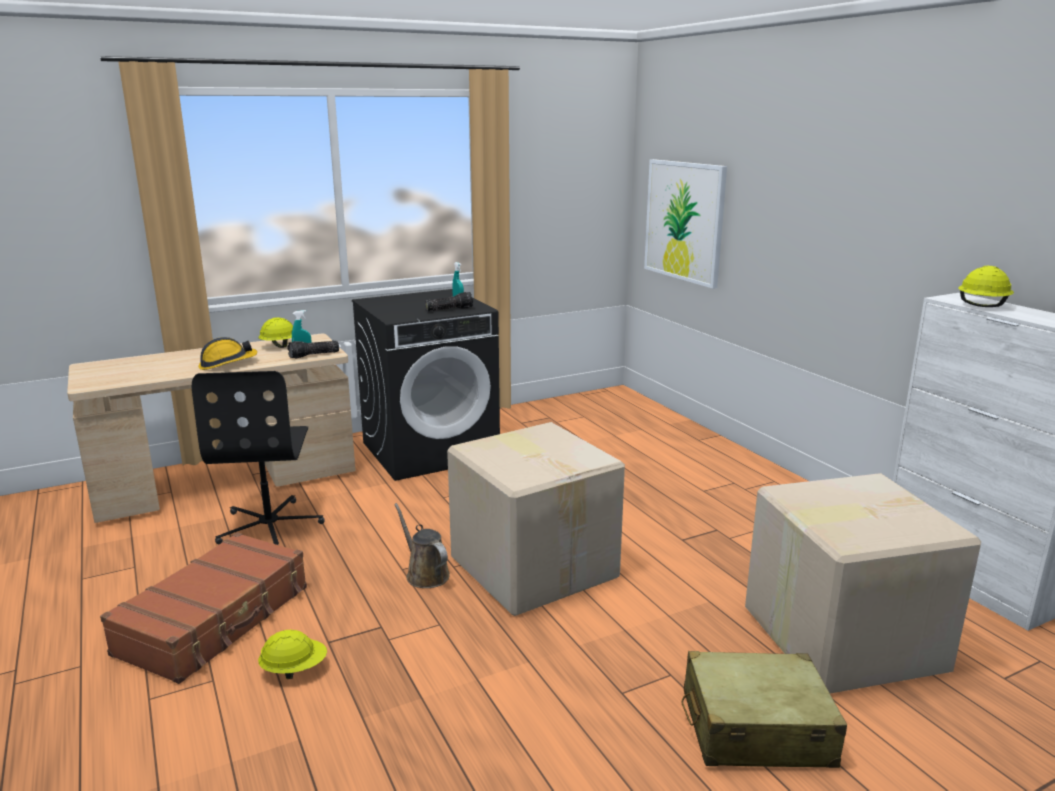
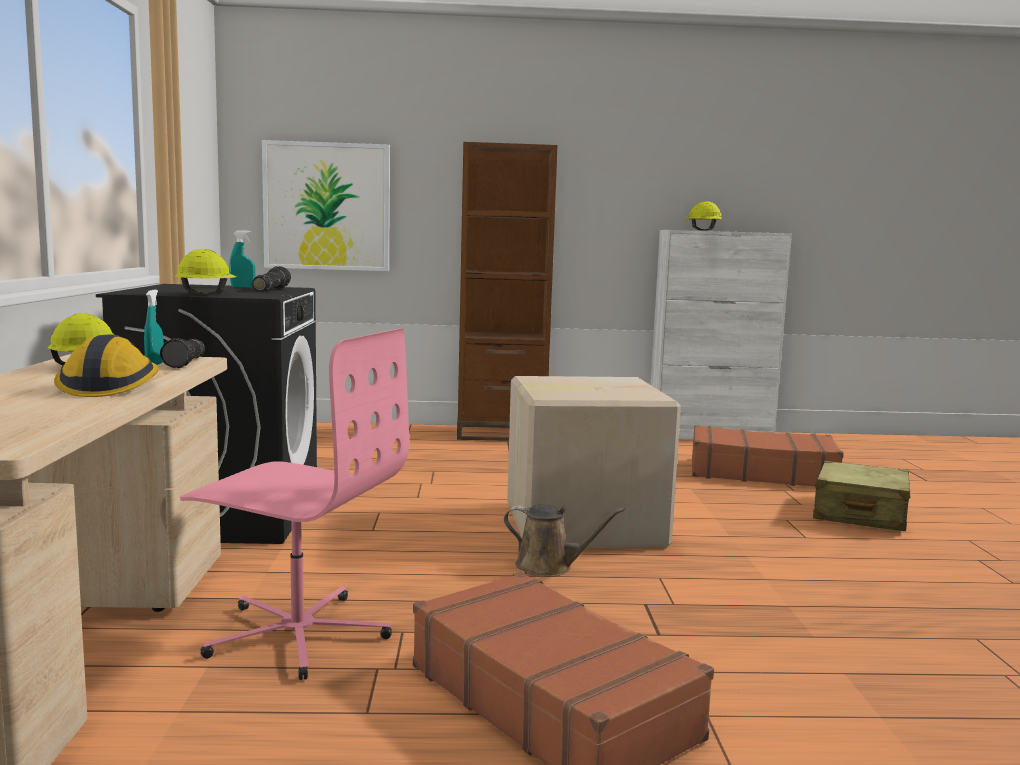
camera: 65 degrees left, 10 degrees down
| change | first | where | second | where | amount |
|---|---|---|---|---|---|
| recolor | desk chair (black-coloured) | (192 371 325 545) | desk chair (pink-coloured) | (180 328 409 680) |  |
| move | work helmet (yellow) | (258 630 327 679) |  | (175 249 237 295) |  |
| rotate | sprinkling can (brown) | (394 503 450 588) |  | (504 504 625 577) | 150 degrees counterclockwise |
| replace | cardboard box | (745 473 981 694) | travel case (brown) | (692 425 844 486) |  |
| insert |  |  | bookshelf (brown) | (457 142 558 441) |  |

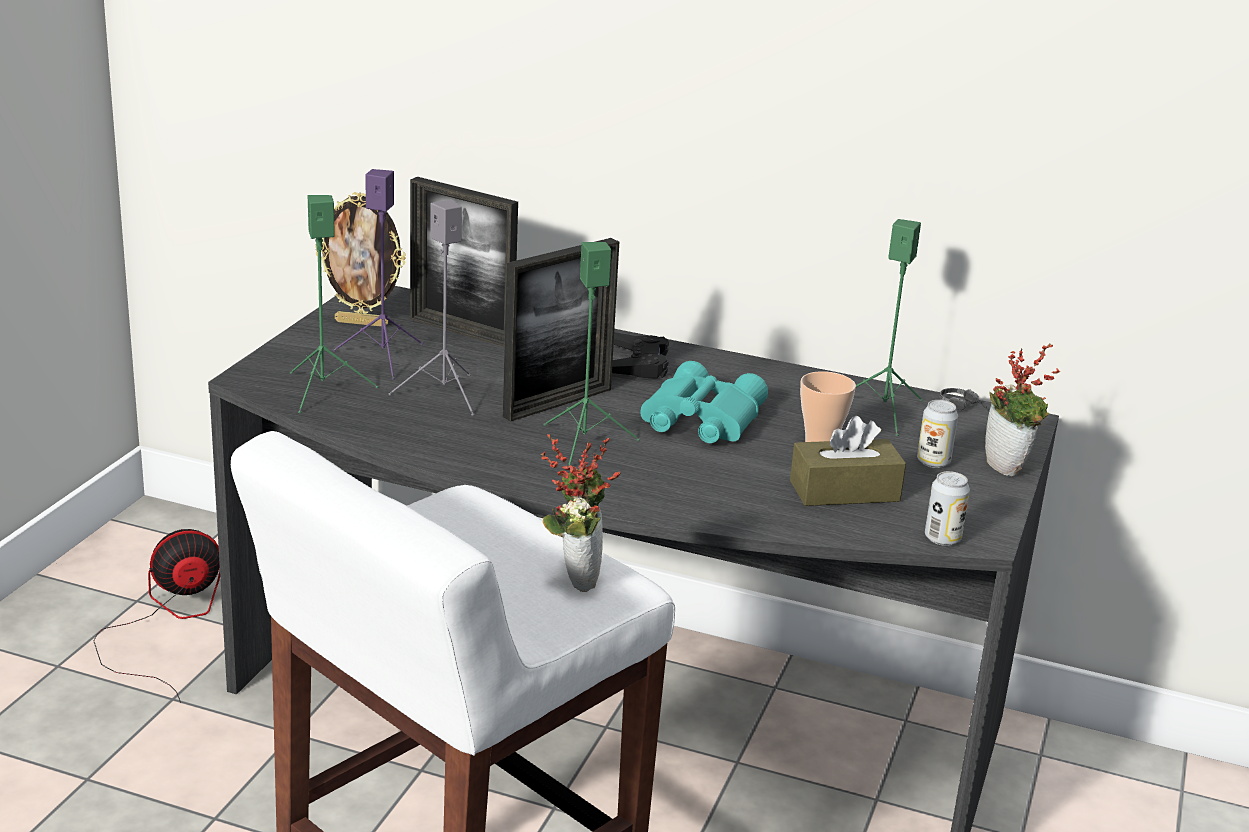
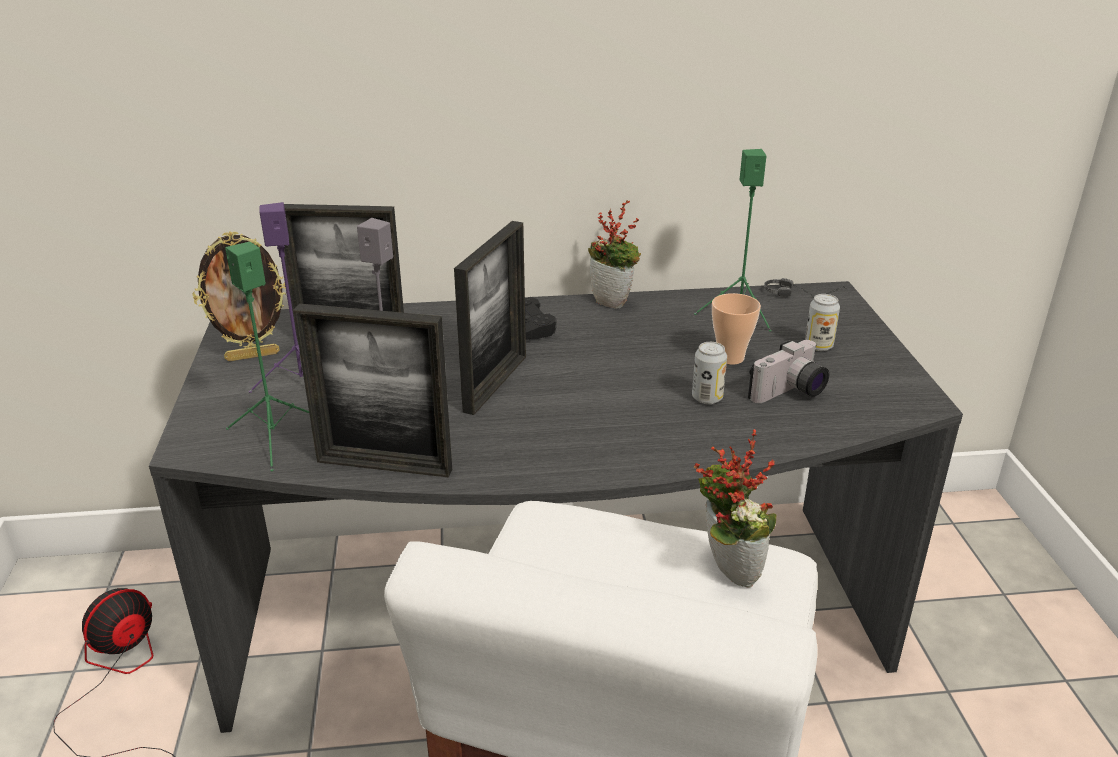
camera: 25 degrees left, 5 degrees up
| change | first | where | second | where | amount |
|---|---|---|---|---|---|
| delete | speaker (greenish) | (544 242 640 466) |  |  |  |
| delete | binoculars (turquoise-coloured) | (641 361 768 443) |  |  |  |
| replace | box of tissues (brown) | (790 416 906 506) | still camera | (748 340 829 403) |  |
| move | metal can | (925 471 970 546) |  | (692 342 727 404) |  |
| move | plant in a pot | (985 343 1060 476) |  | (588 200 641 309) |  |
| insert |  |  | standing frame | (293 304 452 478) |  |

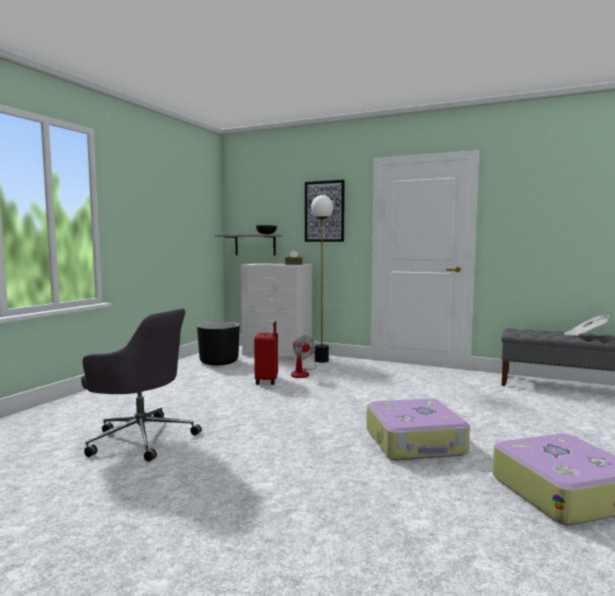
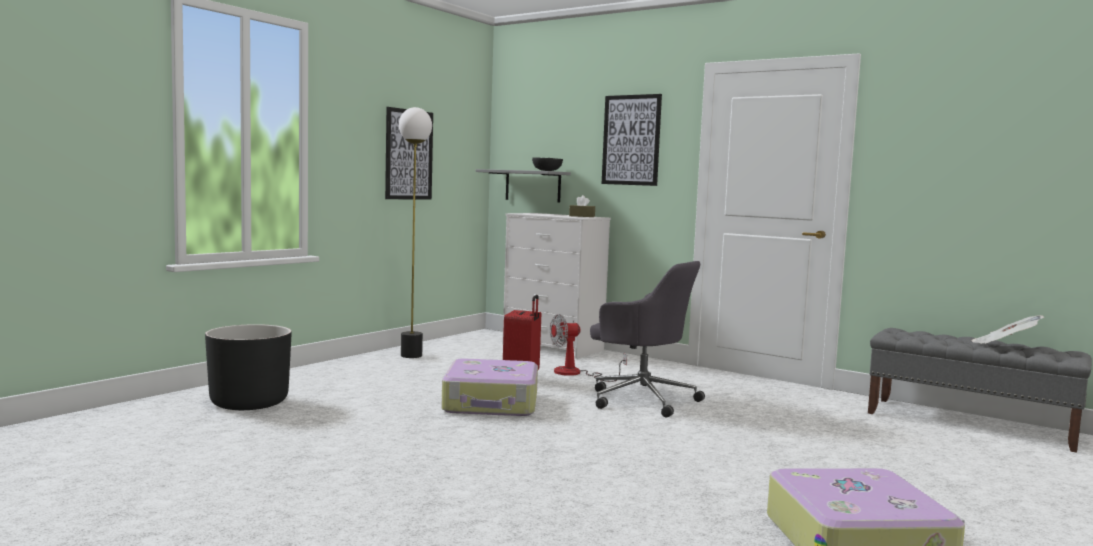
camera: 10 degrees right, 0 degrees up
| change | first | where | second | where | amount |
|---|---|---|---|---|---|
| move | desk chair (gray) | (81 308 202 462) |  | (590 261 705 418) |  |
| move | flower pot (black-coloured) | (197 322 240 365) |  | (205 324 292 410) |  |
| rotate | electric fan | (291 335 317 378) |  | (550 314 627 382) | 90 degrees clockwise |
| move | standing lamp | (311 195 333 363) |  | (399 107 432 358) |  |
| move | travel case | (366 399 470 460) |  | (442 358 538 416) |  |
| insert |  |  | wall picture | (385 107 433 200) |  |

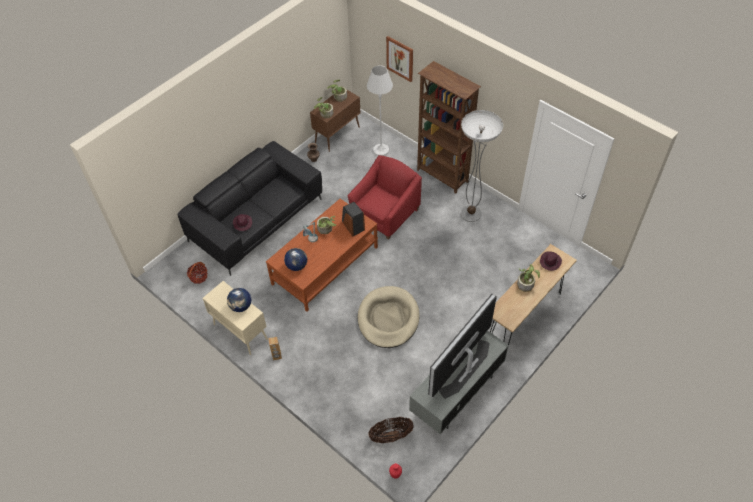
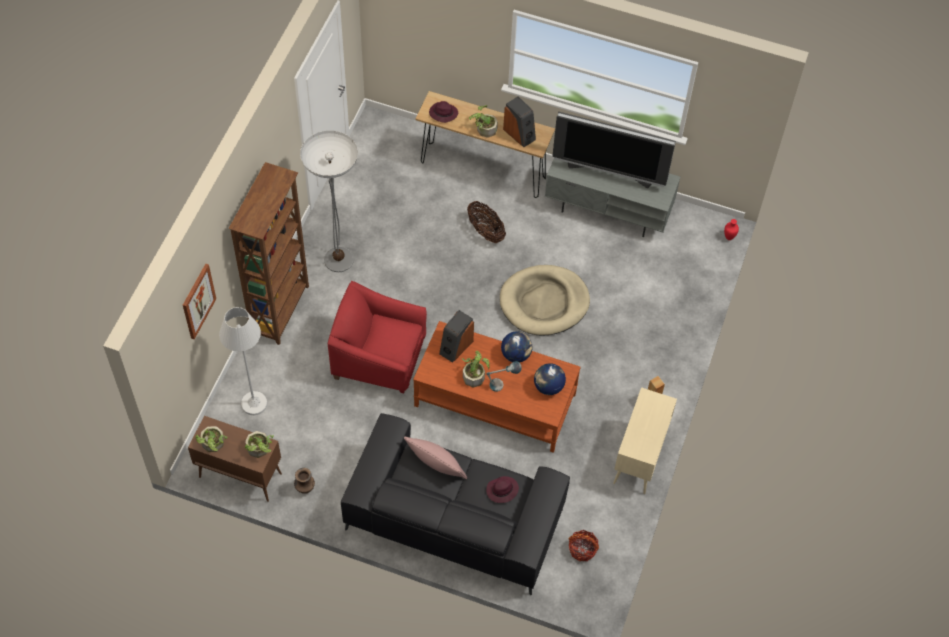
camera: 115 degrees left, 5 degrees up
| change | first | where | second | where | amount |
|---|---|---|---|---|---|
| move | globe | (227 288 251 312) |  | (501 331 533 363) |  |
| move | storage basket | (368 417 414 443) |  | (467 201 506 243) |  |
| insert |  |  | cushion (pink-coloured) | (404 437 467 479) |  |
| insert |  |  | speaker | (503 96 536 147) |  |

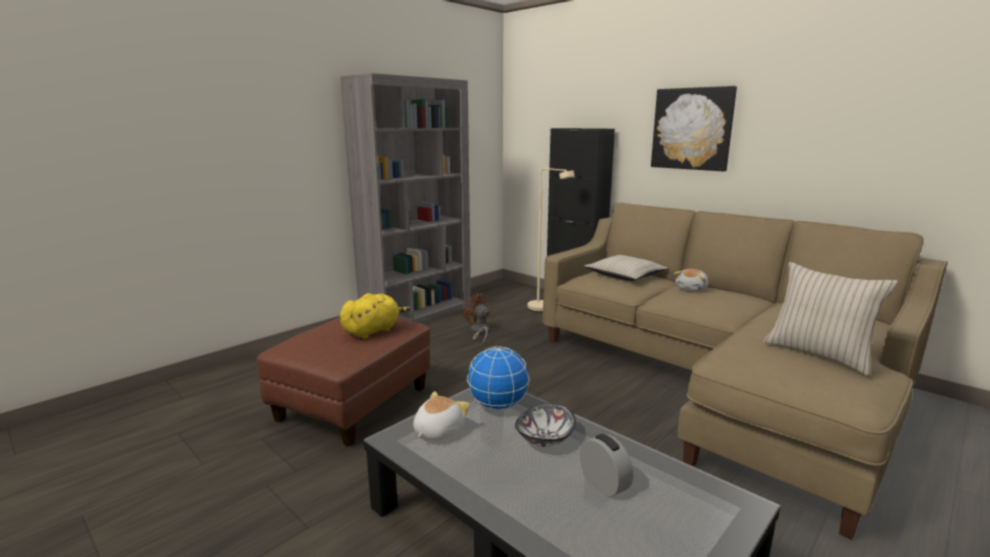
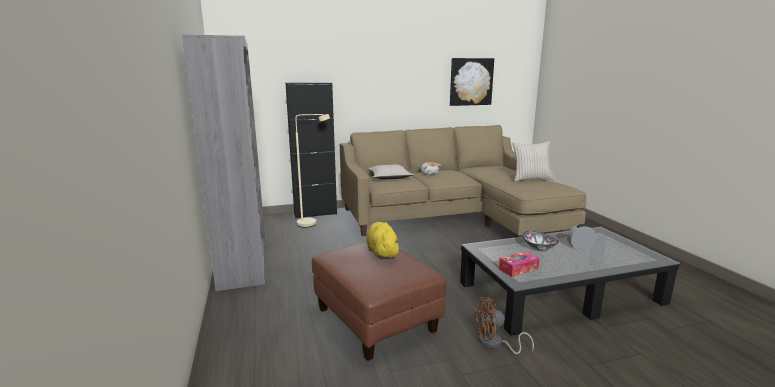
camera: 60 degrees left, 0 degrees up
| change | first | where | second | where | amount |
|---|---|---|---|---|---|
| replace | plush toy | (413 391 470 441) | box of tissues | (499 251 539 277) |  |
| move | electric fan (brown) | (463 292 491 343) |  | (474 297 534 354) |  |
| delete | globe | (467 346 530 410) |  |  |  |
| move | wall picture | (651 86 737 171) |  | (450 58 494 106) |  |

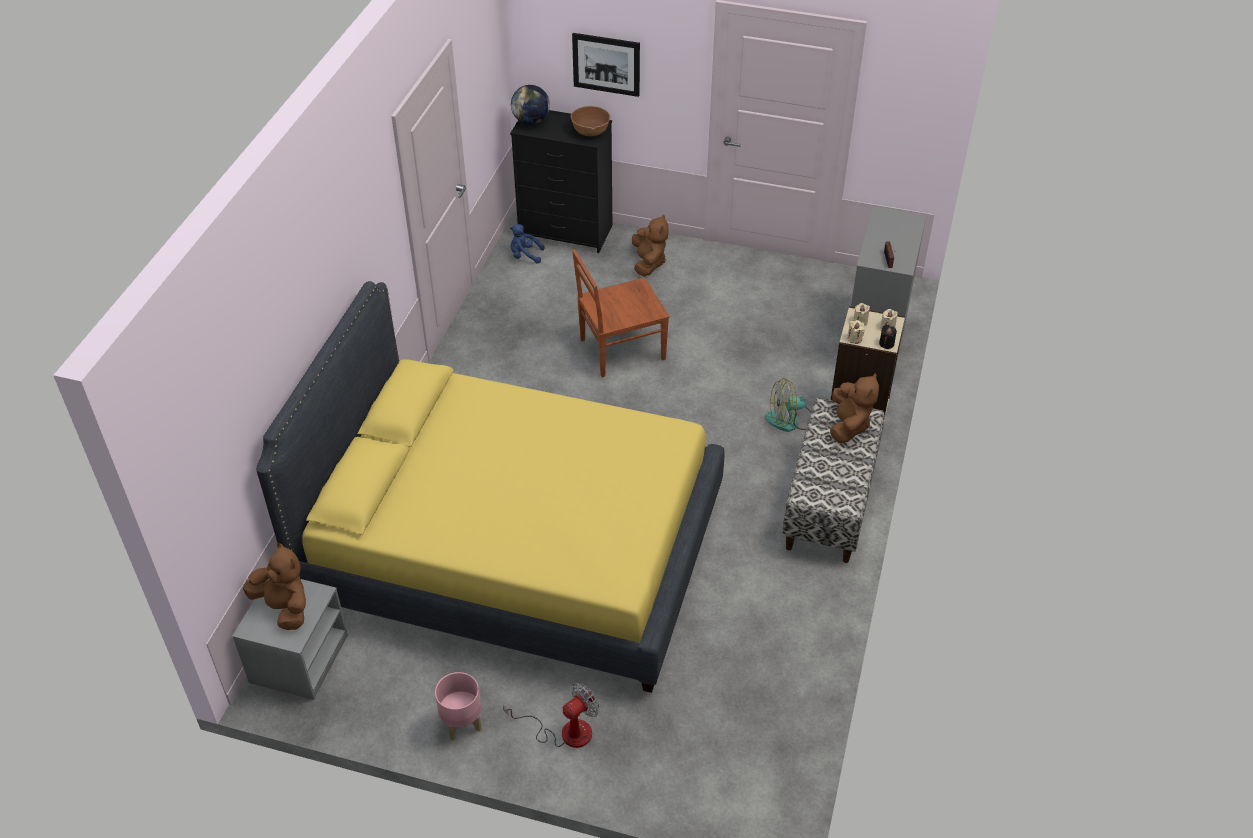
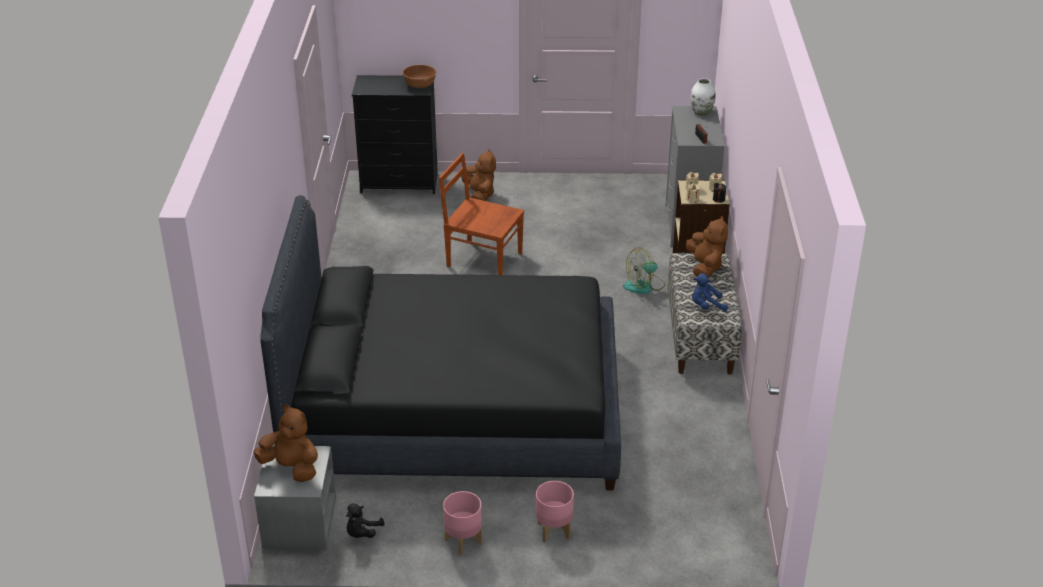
camera: 15 degrees left, 10 degrees down
| change | first | where | second | where | amount |
|---|---|---|---|---|---|
| recolor | bedroom bed (yellow) | (256 281 725 693) | bedroom bed (black-coloured) | (260 195 621 490) |  |
| replace | electric fan | (503 683 600 748) | flower pot (pink-coloured) | (536 481 574 542) |  |
| move | plush toy (blue-coloured) | (510 224 545 264) |  | (692 273 728 312) |  |
| delete | globe | (511 85 550 125) |  |  |  |
| delete | wall picture | (572 33 640 97) |  |  |  |
| rotate | plain chair (brown) | (572 249 670 377) |  | (439 153 524 275) | 60 degrees clockwise |
| insert |  |  | plush toy (black-coloured) | (347 503 385 538) |  |
| insert |  |  | flower vase (white-coloured) | (690 78 715 116) |  |

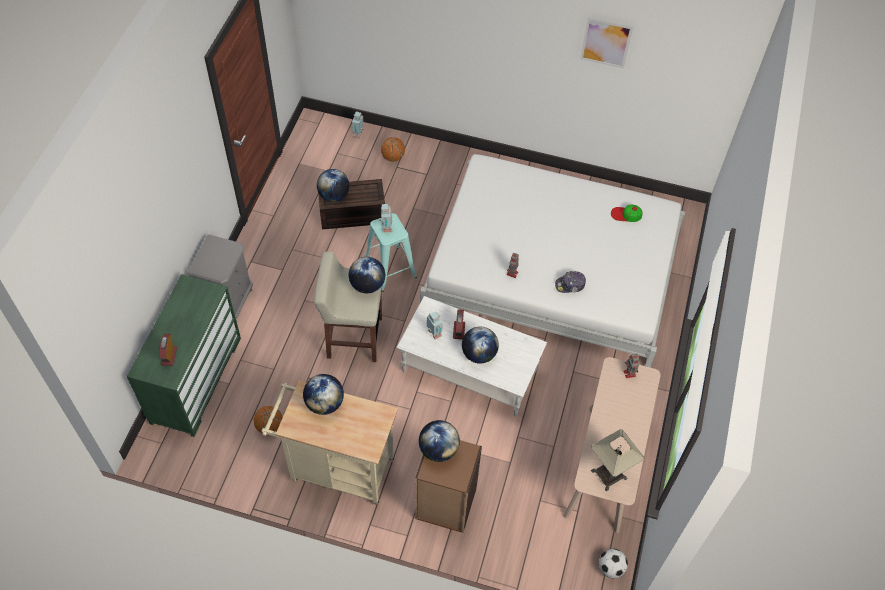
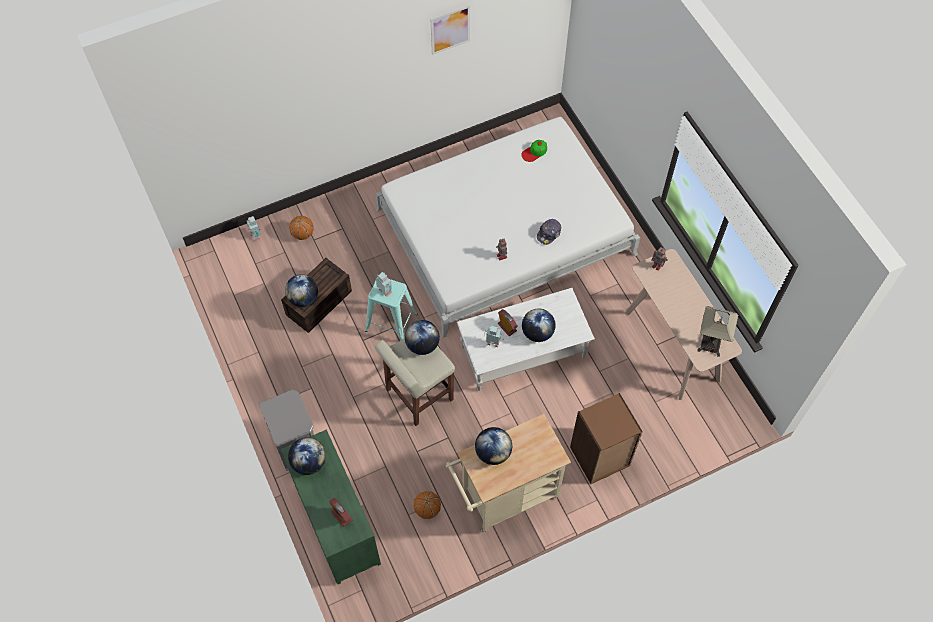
camera: 40 degrees left, 5 degrees up
| change | first | where | second | where | amount |
|---|---|---|---|---|---|
| move | globe | (419 420 460 462) |  | (288 437 326 475) |  |
| delete | football | (599 549 628 578) |  |  |  |

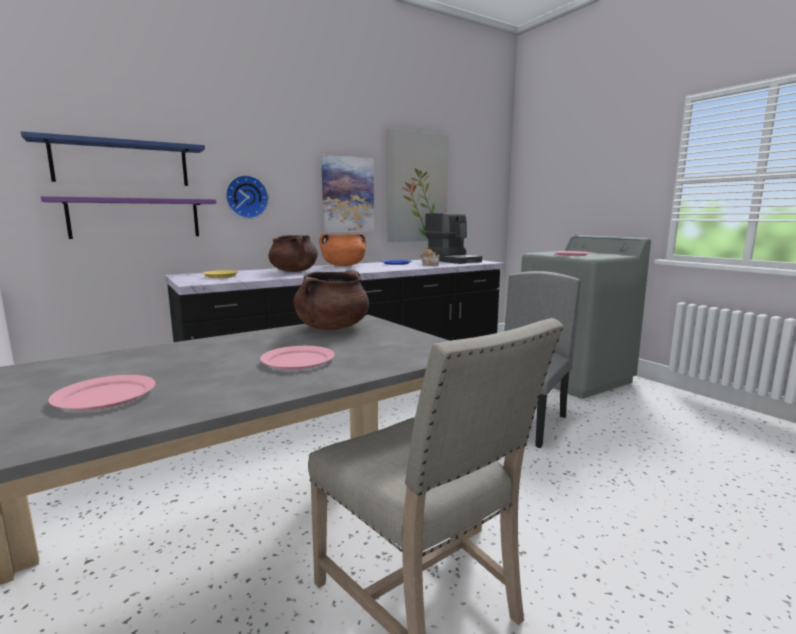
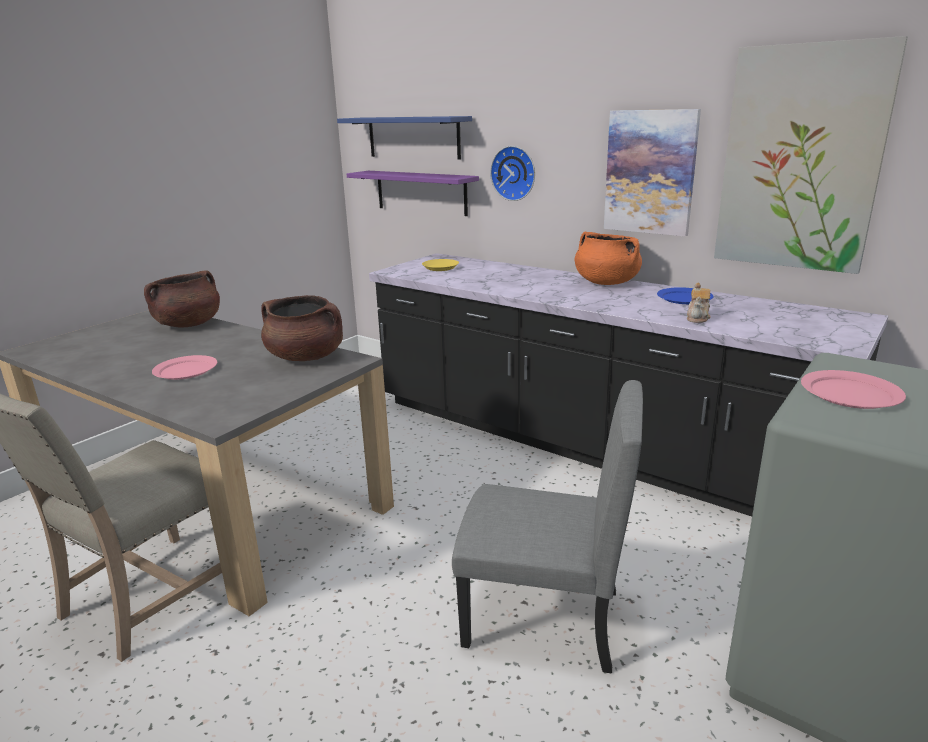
camera: 70 degrees right, 10 degrees up
| change | first | where | second | where | amount |
|---|---|---|---|---|---|
| delete | flat dish (pink-coloured) | (48 375 155 410) |  |  |  |
| move | cooking pot (brown) | (268 235 318 272) |  | (144 271 220 328) |  |
| delete | coffee machine | (425 213 482 264) |  |  |  |

